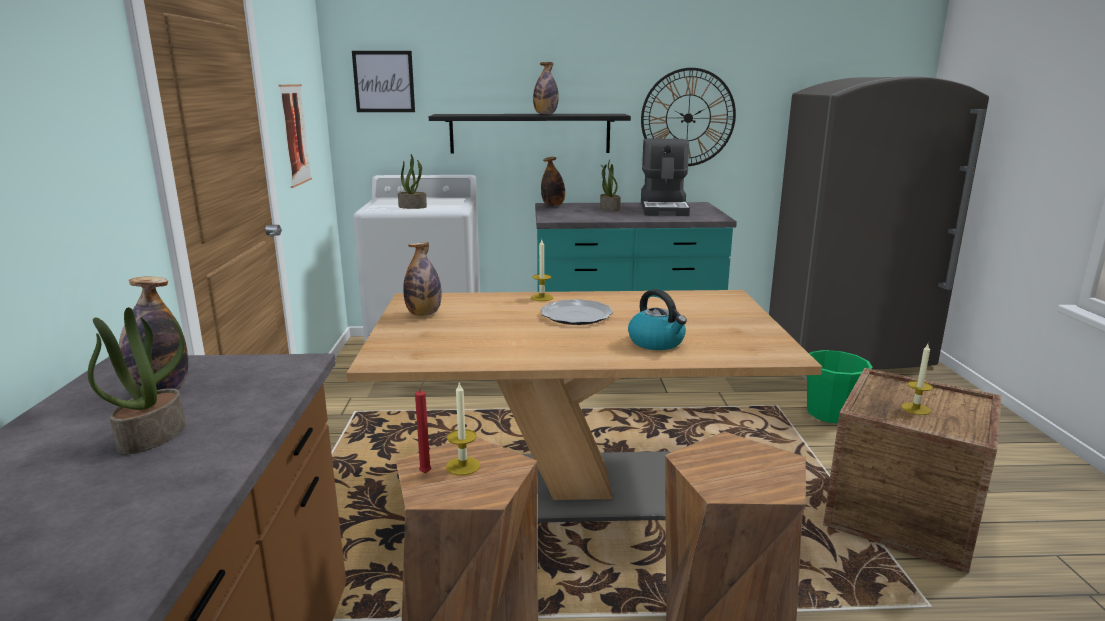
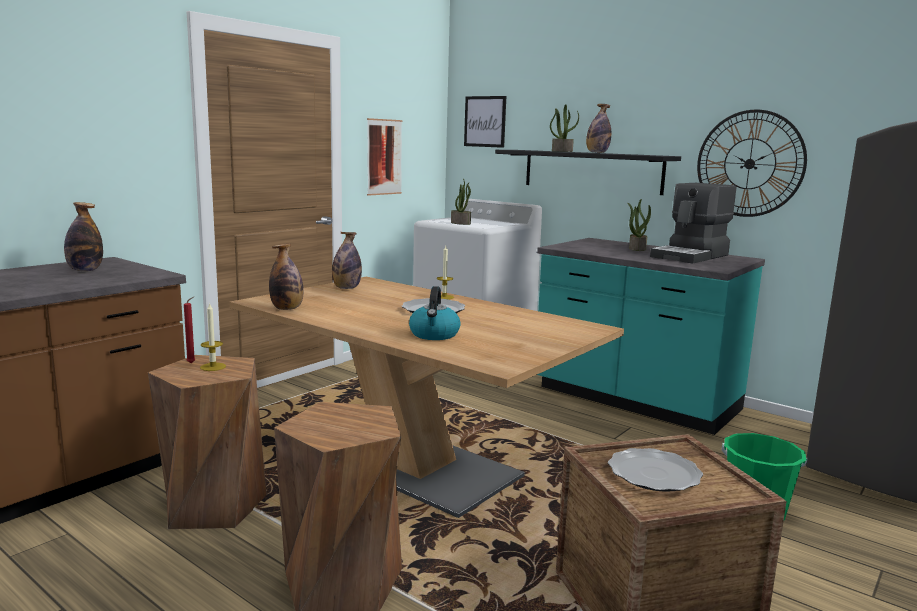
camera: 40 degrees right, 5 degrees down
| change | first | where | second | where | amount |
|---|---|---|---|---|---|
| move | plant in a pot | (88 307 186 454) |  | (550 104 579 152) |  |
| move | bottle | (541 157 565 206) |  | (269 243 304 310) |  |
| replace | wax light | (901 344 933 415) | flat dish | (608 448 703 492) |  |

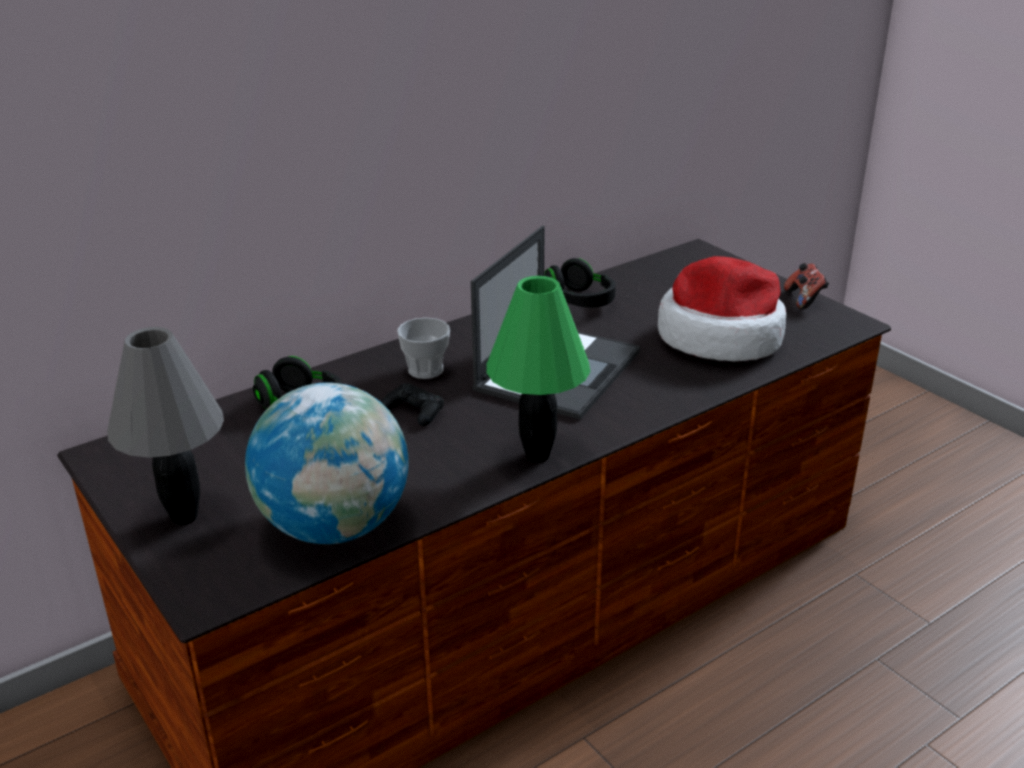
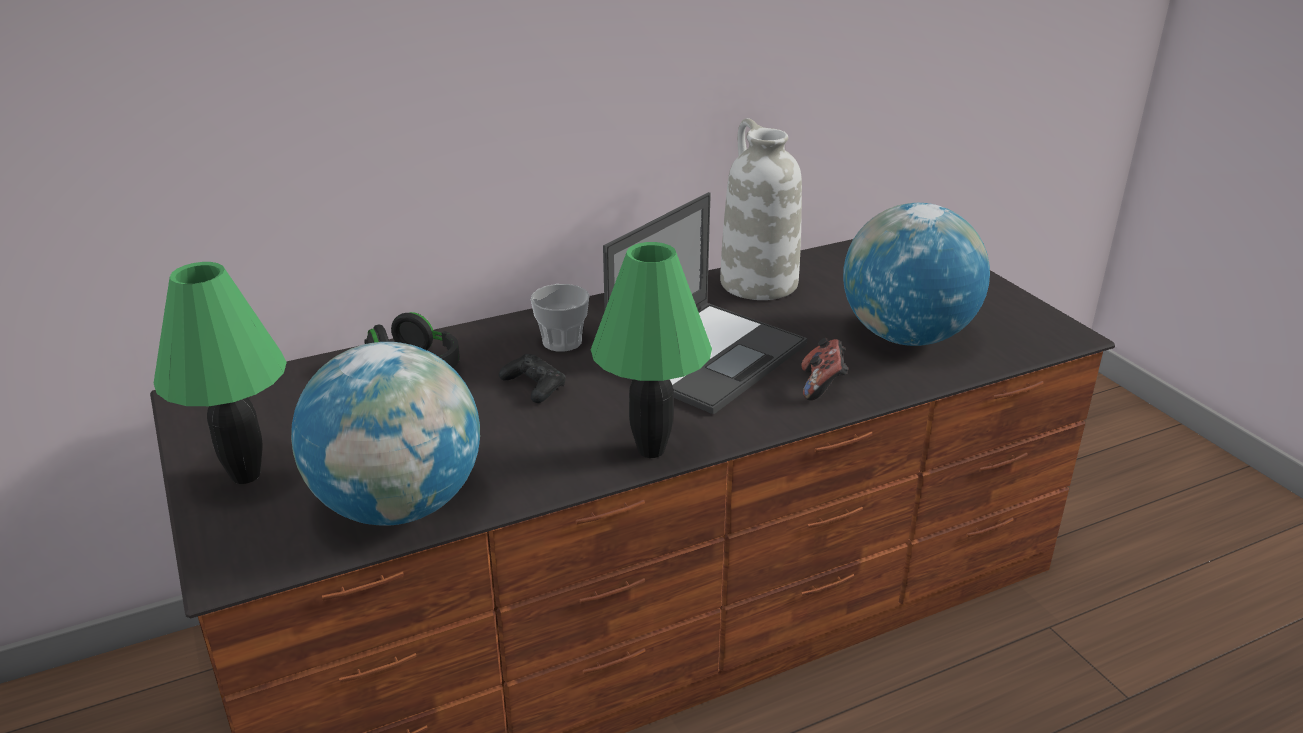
camera: 10 degrees right, 0 degrees up
| change | first | where | second | where | amount |
|---|---|---|---|---|---|
| recolor | table lamp (gray) | (107 327 224 525) | table lamp (greenish) | (154 262 287 484) |  |
| replace | headset (black-coloured) | (544 258 616 308) | flower vase (white-coloured) | (720 118 802 300) |  |
| replace | hat | (658 256 786 362) | globe | (843 203 990 346) |  |
| move | gamepad | (784 263 829 309) |  | (801 338 849 400) |  |

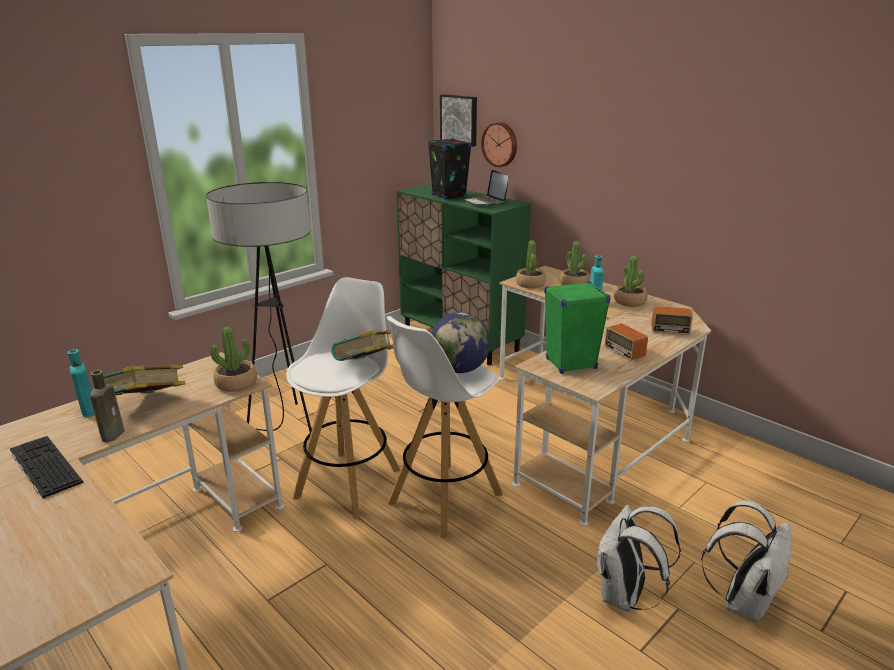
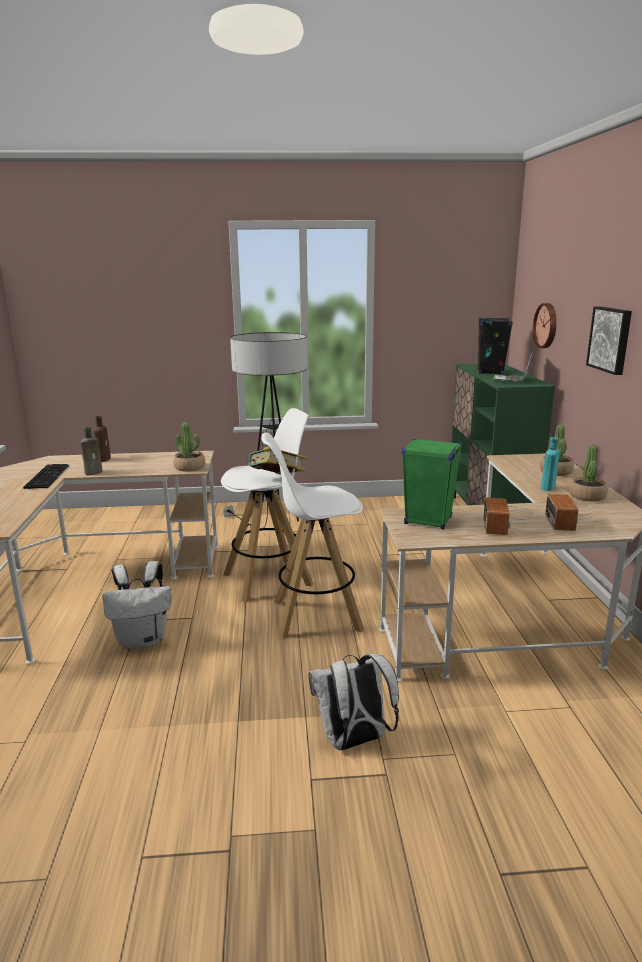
camera: 40 degrees right, 5 degrees down
| change | first | where | second | where | amount |
|---|---|---|---|---|---|
| recolor | bottle (turquoise-coloured) | (67 349 95 417) | bottle (brown) | (94 416 111 462) |  |
| delete | bound book | (103 365 185 395) |  |  |  |
| delete | globe | (431 312 490 373) |  |  |  |
| move | wall picture | (440 94 477 147) |  | (586 307 632 375) |  |
| delete | plant in a pot | (516 240 546 288) |  |  |  |
| rotate | radio | (615 306 693 335) |  | (545 494 593 531) | 45 degrees clockwise |
| move | backpack (white-coloured) | (701 500 792 622) |  | (102 561 171 649) |  |

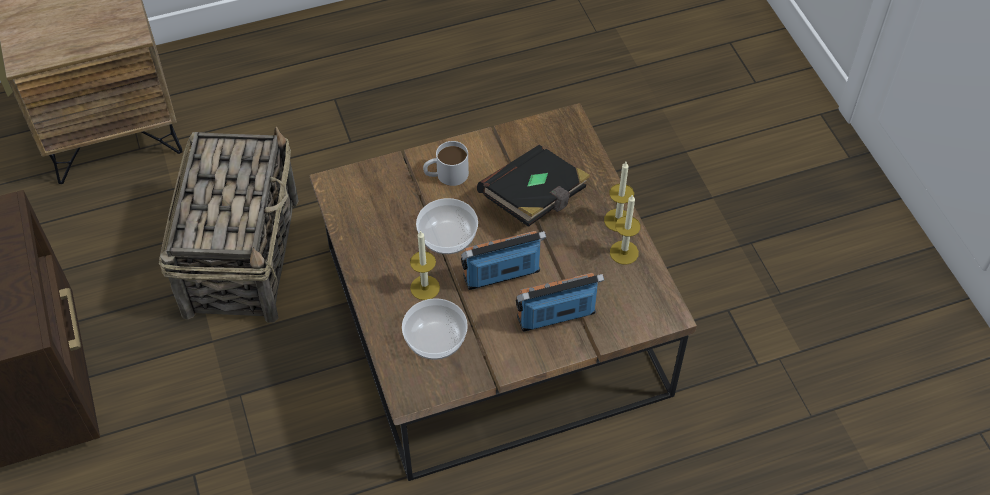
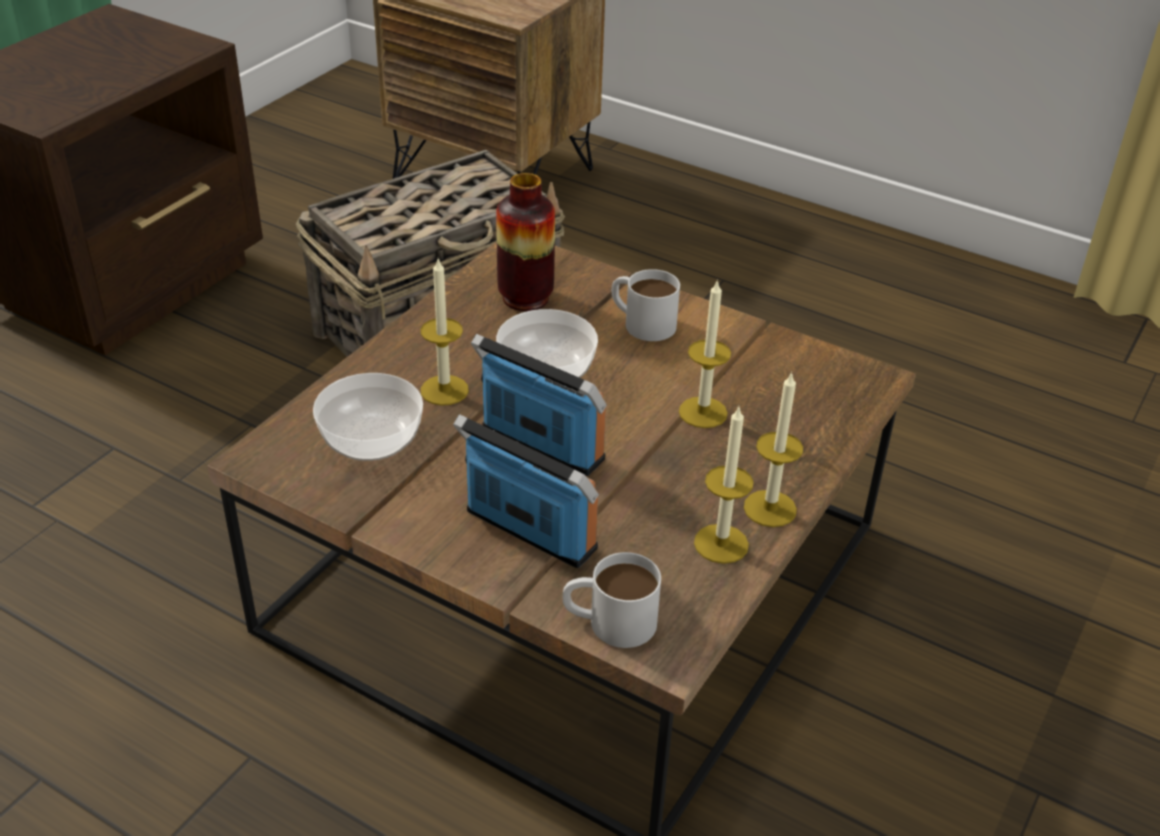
camera: 50 degrees right, 15 degrees down
| change | first | where | second | where | amount |
|---|---|---|---|---|---|
| replace | bound book (black-coloured) | (477 145 591 227) | wax light | (679 279 731 428) |  |
| insert |  |  | flower vase | (496 173 555 311) |  |
| insert |  |  | mug (white-coloured) | (563 552 661 648) |  |

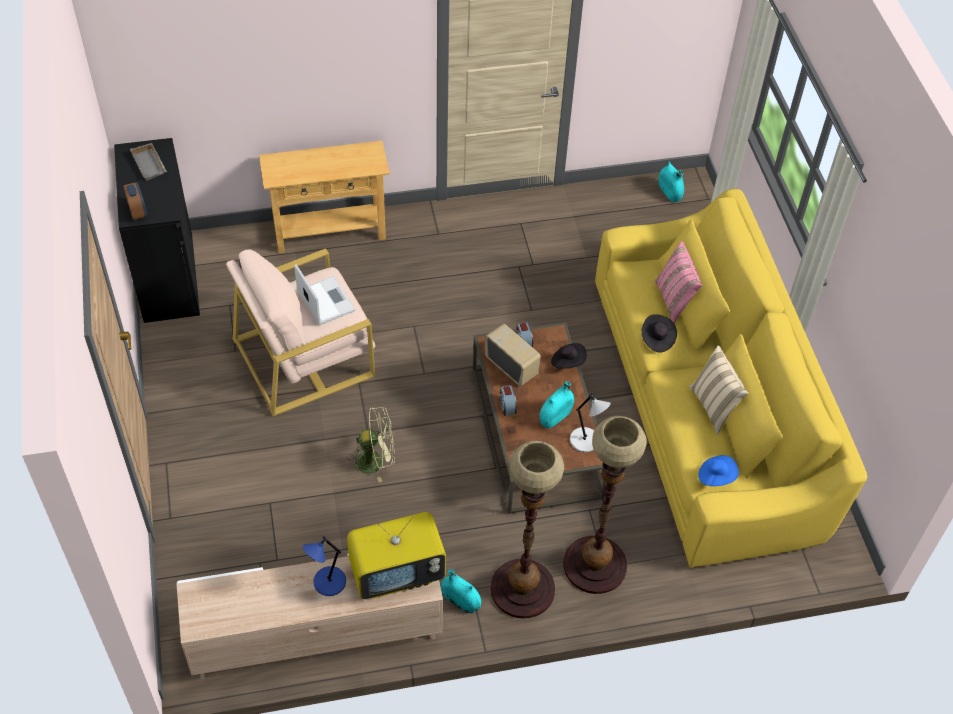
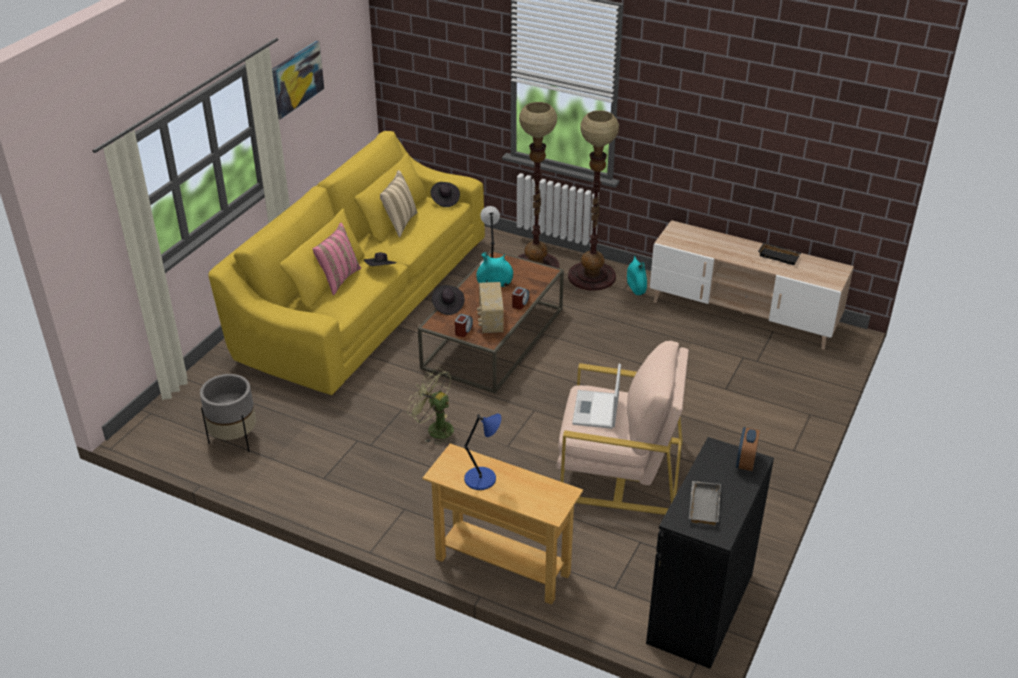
camera: 140 degrees left, 15 degrees down
| change | first | where | second | where | amount |
|---|---|---|---|---|---|
| move | table lamp (blue-coloured) | (303 536 346 596) |  | (464 414 501 490) |  |
| move | electric fan (greenish) | (347 407 395 483) |  | (407 367 454 445) |  |
| delete | TV set | (347 512 446 599) |  |  |  |
| delete | flower vase (turquoise-coloured) | (659 161 684 202) |  |  |  |
| recolor | hat (blue-coloured) | (698 455 739 486) | hat (black-coloured) | (430 182 460 207) |  |
| insert |  |  | flower pot (gray) | (200 374 256 452) |  |
| insert |  |  | wall picture | (272 41 324 119) |  |
| insert |  |  | tray (black-coloured) | (758 243 801 265) |  |

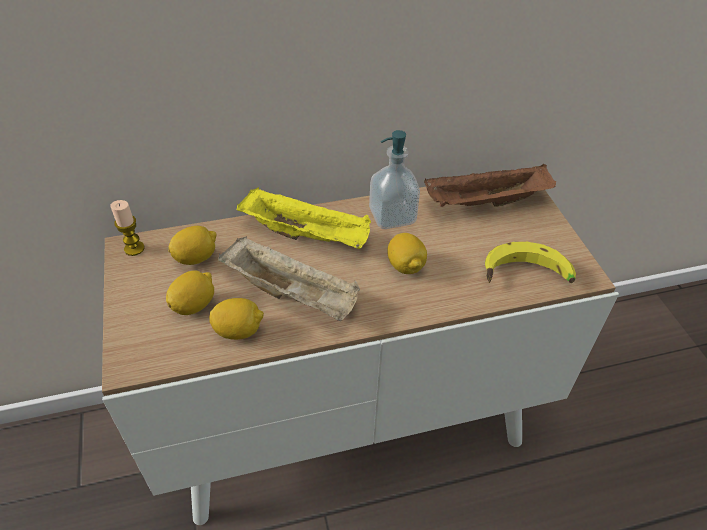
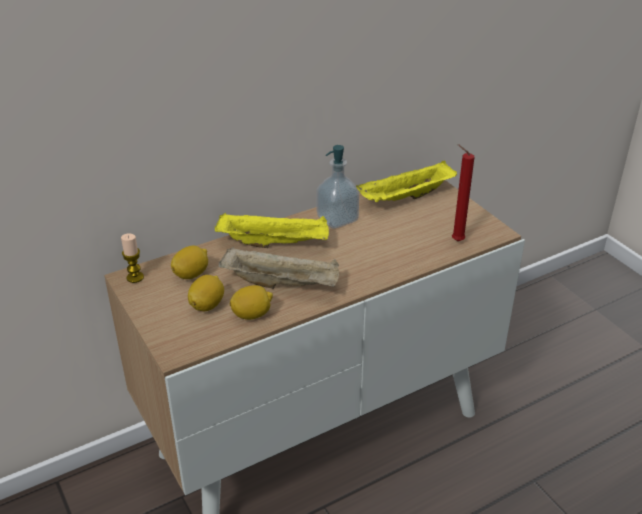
camera: 15 degrees left, 10 degrees down
| change | first | where | second | where | amount |
|---|---|---|---|---|---|
| delete | lemon | (387 233 427 274) |  |  |  |
| recolor | tray (brown) | (424 164 556 207) | tray (yellow) | (356 161 457 203) |  |
| replace | banana fruit | (485 242 576 283) | wax light (reddish) | (452 144 474 241) |  |

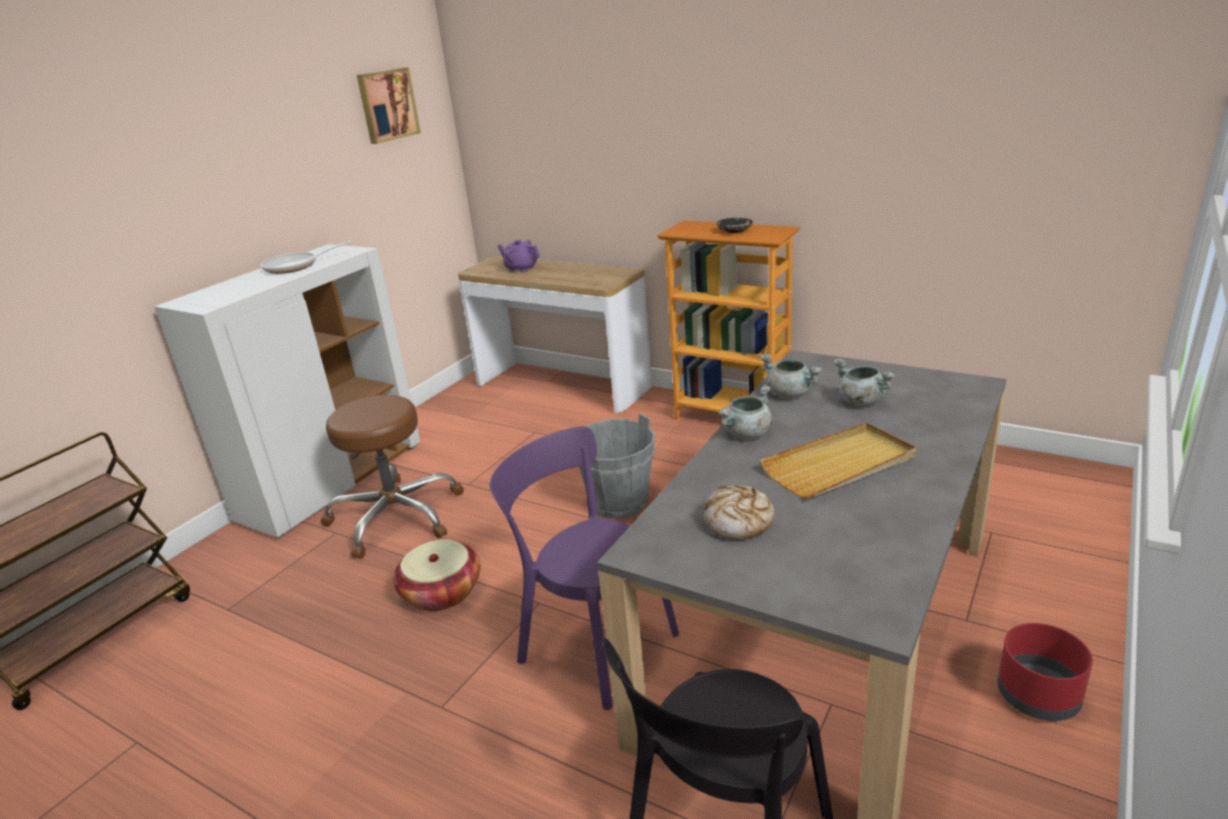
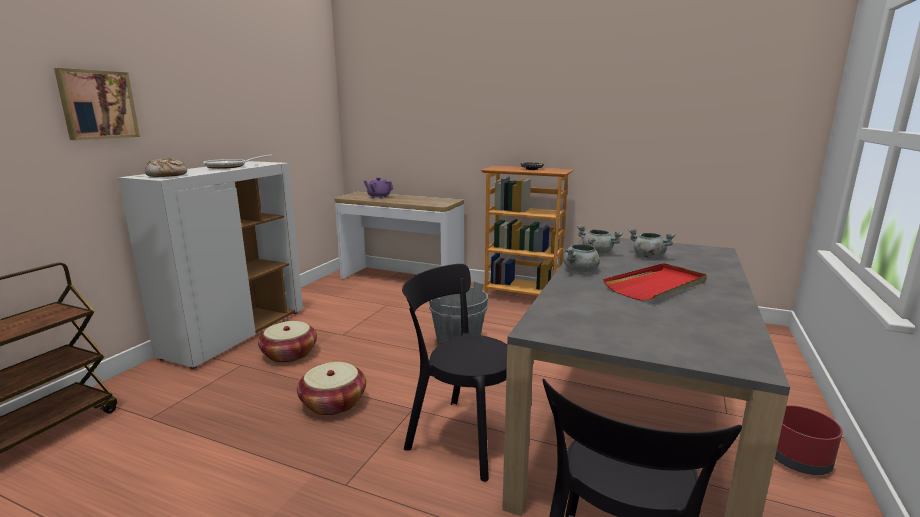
camera: 10 degrees left, 10 degrees down
| change | first | where | second | where | amount |
|---|---|---|---|---|---|
| replace | sitting stool (brown) | (321 395 464 559) | storage basket | (258 321 317 363) |  |
| move | wall picture | (357 67 421 144) |  | (54 68 140 140) |  |
| recolor | plain chair (purplish) | (490 426 679 710) | plain chair (black-coloured) | (402 264 507 482) |  |
| move | bakery bread | (704 485 775 540) |  | (145 158 187 177) |  |
| recolor | tray (beige) | (760 423 916 498) | tray (reddish) | (603 263 707 301) |  |

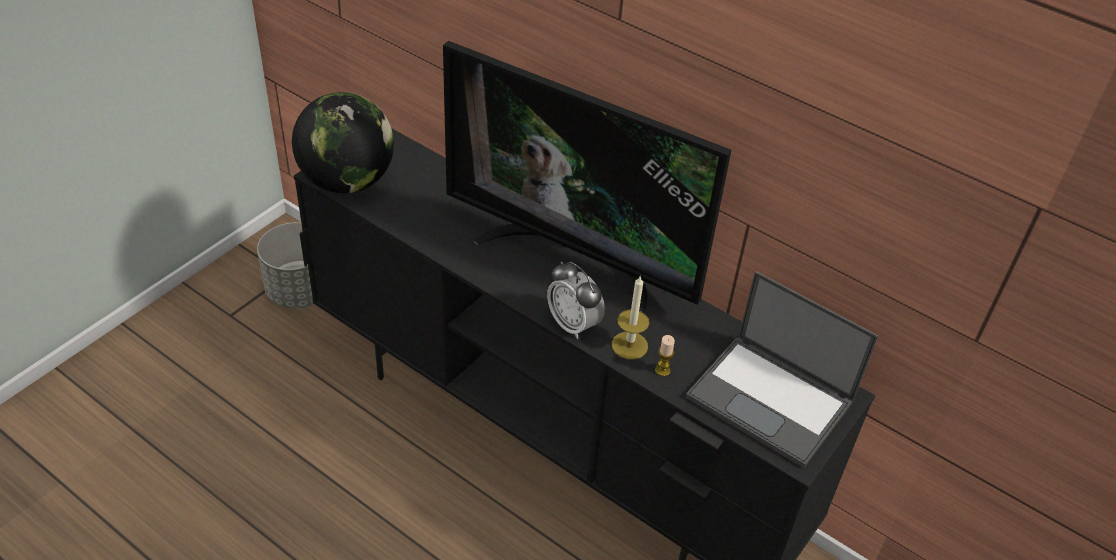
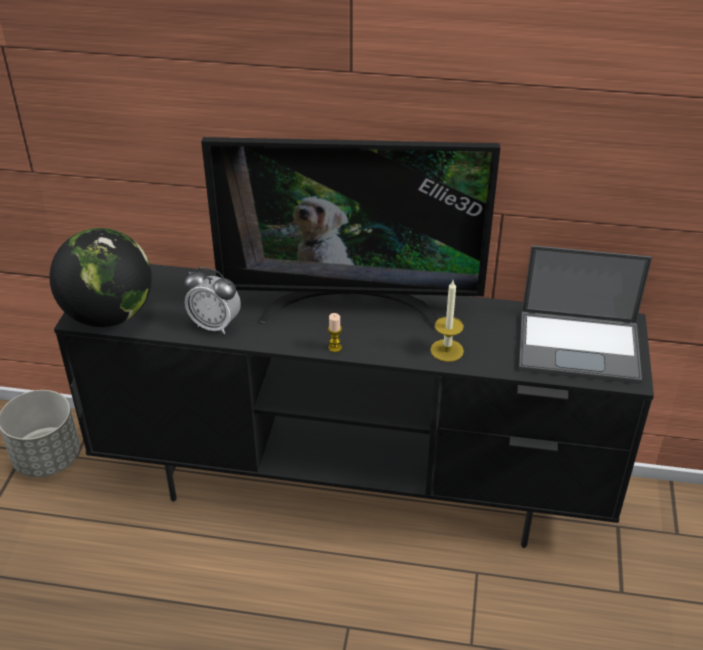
camera: 25 degrees left, 5 degrees down
| change | first | where | second | where | amount |
|---|---|---|---|---|---|
| move | alarm clock | (547 261 605 339) |  | (184 267 241 334) |  |
| move | wax light | (655 335 675 376) |  | (328 313 342 352) |  |

